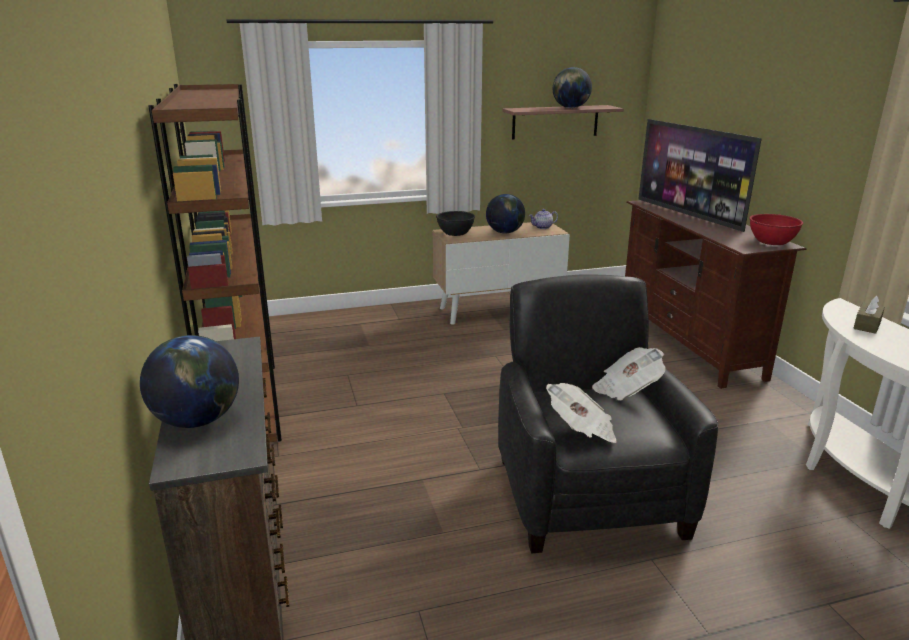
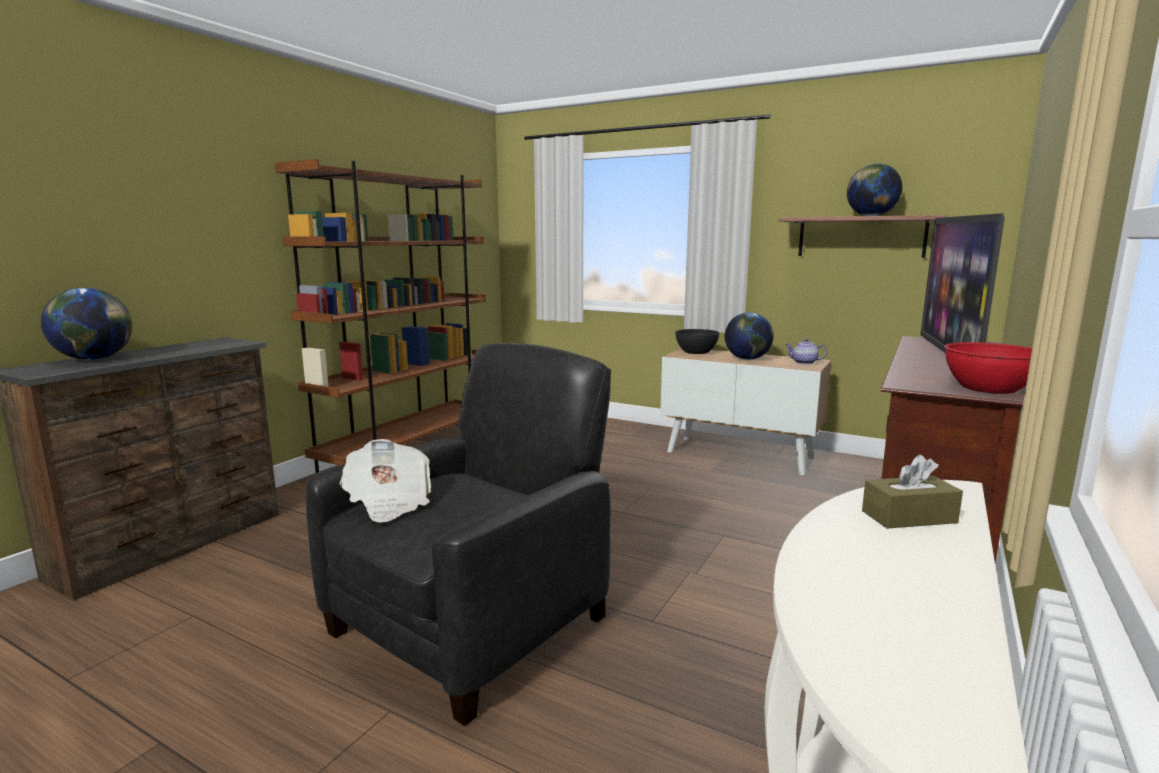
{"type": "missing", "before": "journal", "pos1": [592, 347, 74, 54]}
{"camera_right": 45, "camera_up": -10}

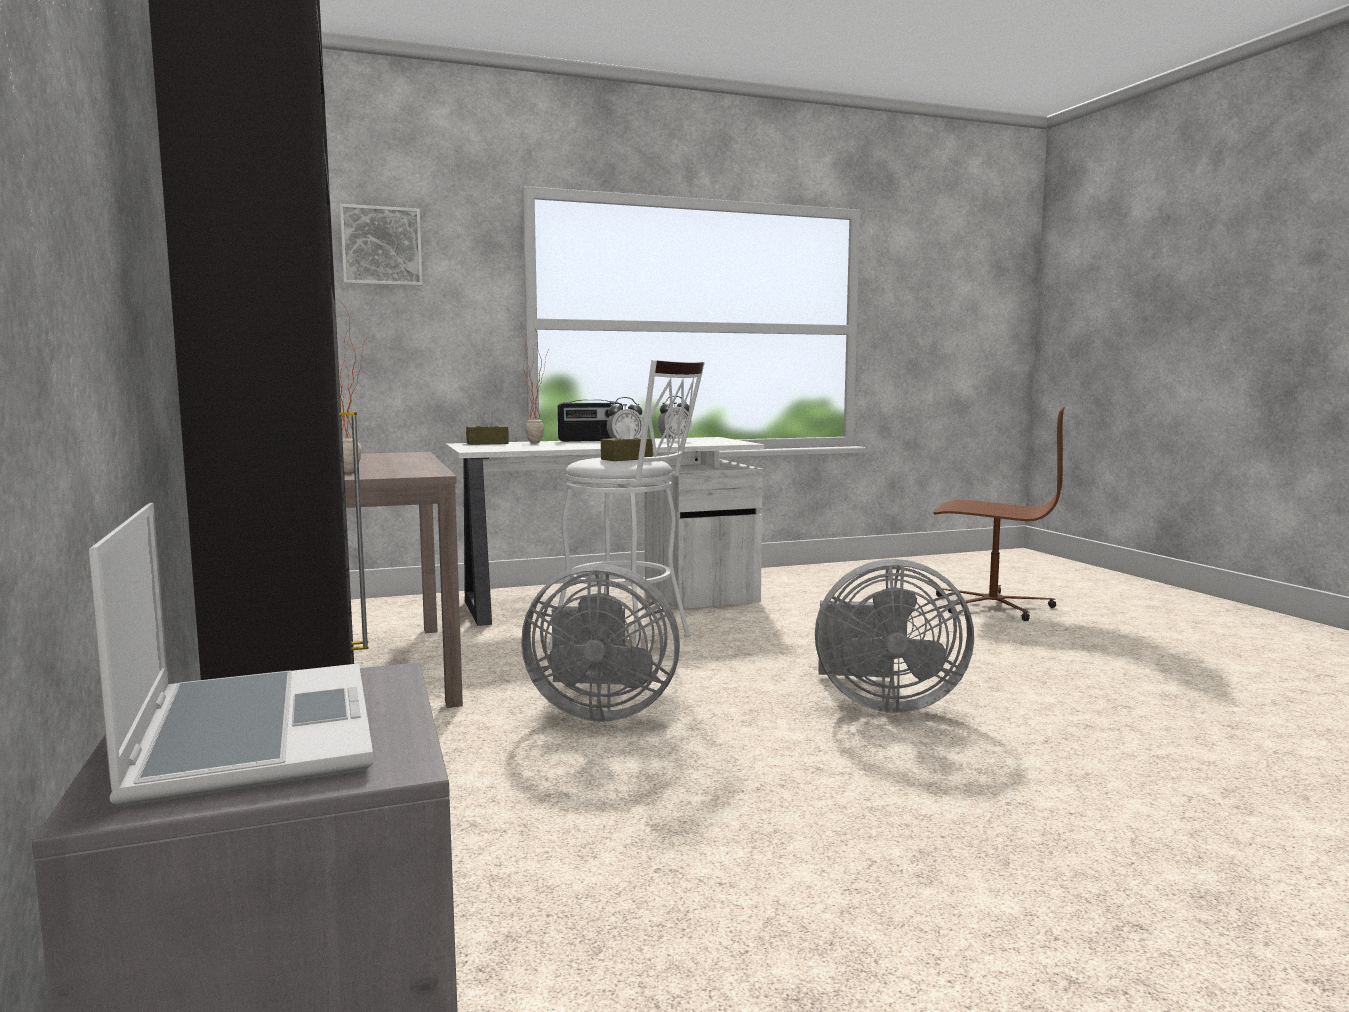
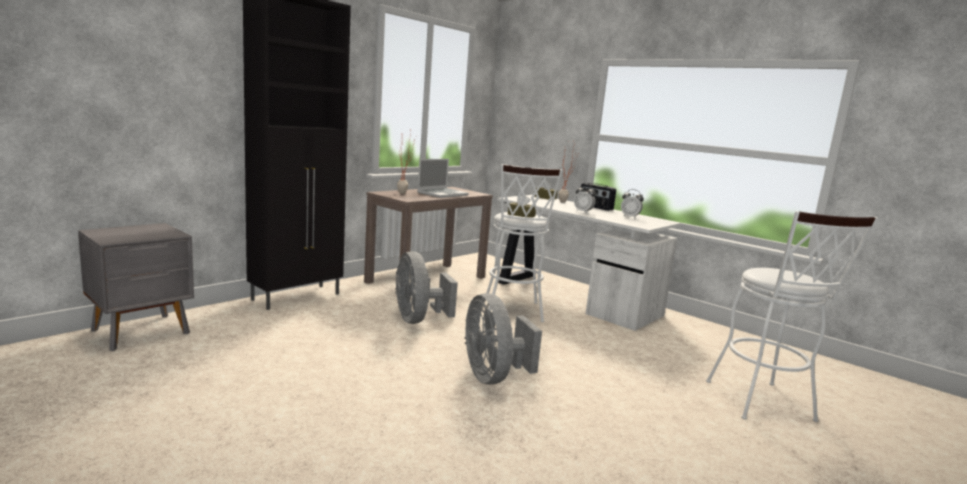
{"type": "relocated", "before": "ordinateur portable", "pos1": [89, 503, 284, 303], "pos2": [417, 159, 52, 39]}
{"type": "missing", "before": "tableau", "pos1": [340, 204, 83, 82]}
{"type": "exchanged", "before": "chaise de bureau (marron)", "after": "tabouret (blanc)", "pos1": [934, 406, 132, 215], "pos2": [706, 211, 172, 211]}
{"camera_right": 60, "camera_up": 5}

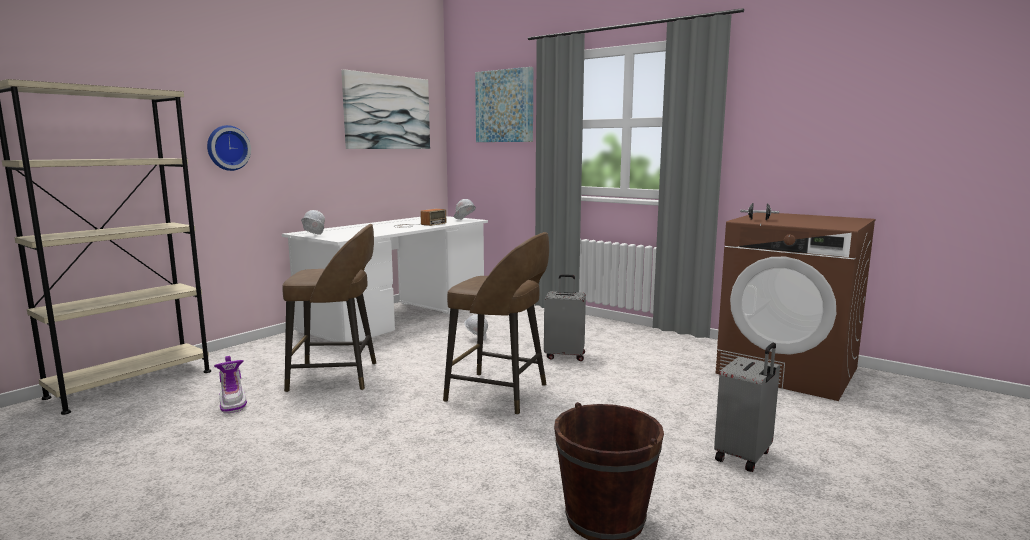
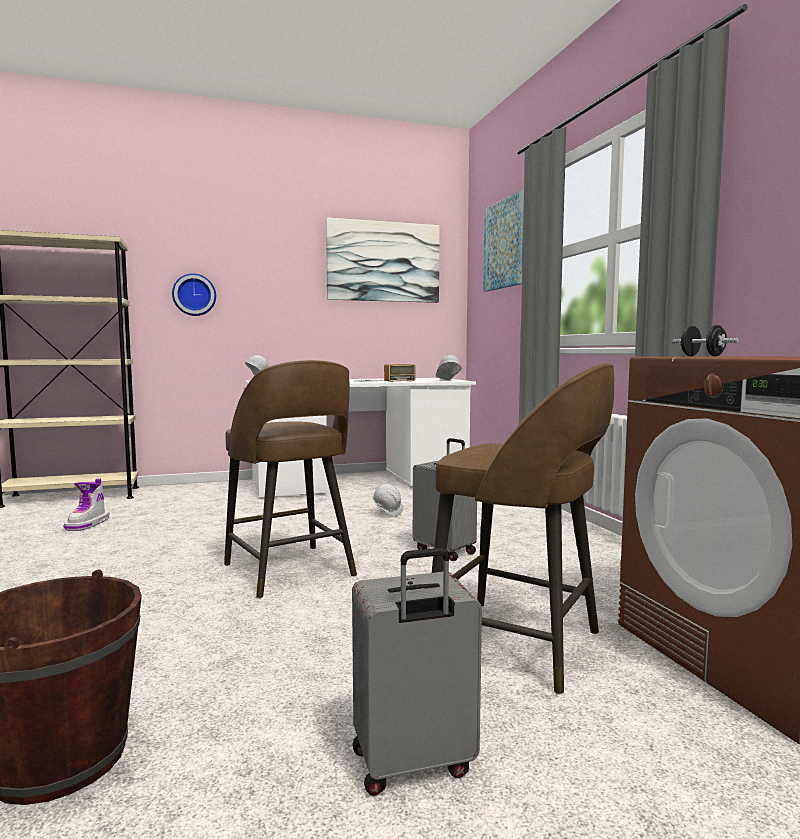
{"type": "relocated", "before": "tabouret (marron)", "pos1": [282, 224, 94, 168], "pos2": [432, 363, 182, 331]}
{"camera_right": 35, "camera_up": -5}

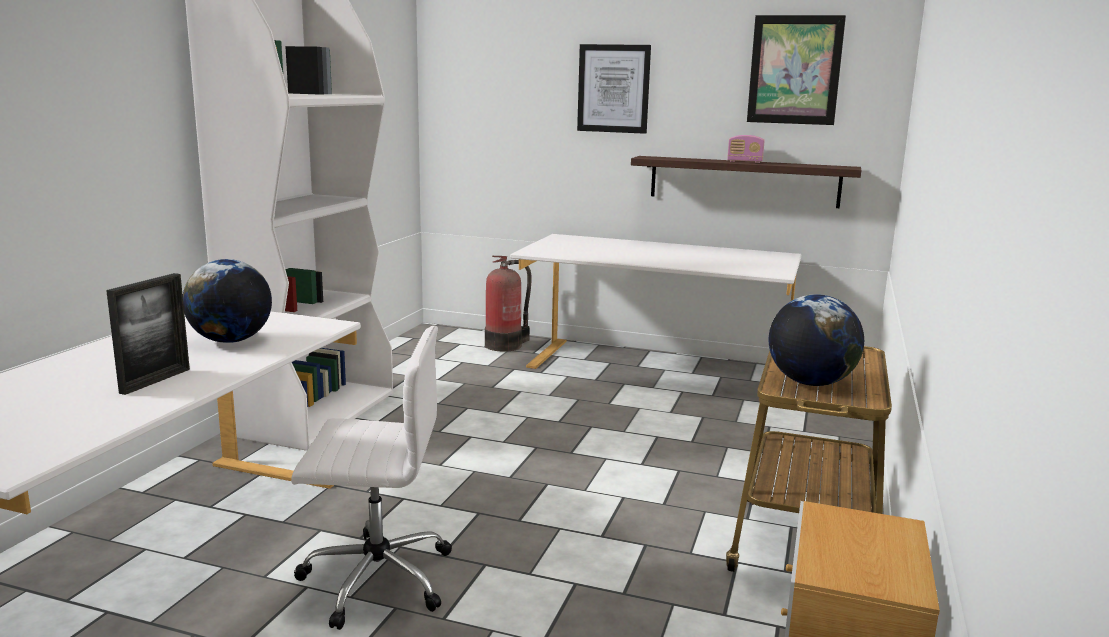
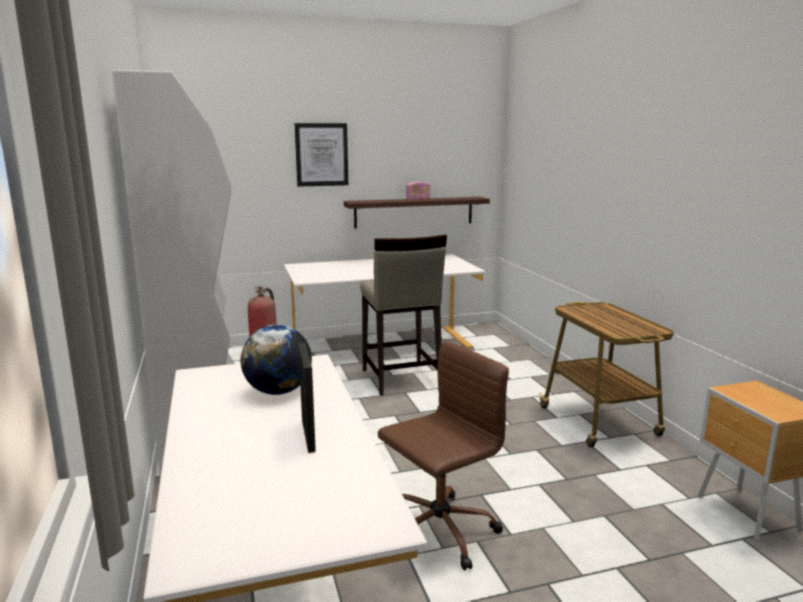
{"type": "colour", "before": "chaise de bureau (blanc)", "after": "chaise de bureau (marron)", "pos1": [291, 326, 161, 304], "pos2": [378, 341, 131, 229]}
{"type": "missing", "before": "tableau", "pos1": [747, 15, 99, 110]}
{"type": "missing", "before": "globe", "pos1": [769, 294, 95, 92]}
{"type": "appeared", "after": "tabouret (beige)", "pos2": [360, 235, 87, 161]}
{"camera_right": -35, "camera_up": 0}

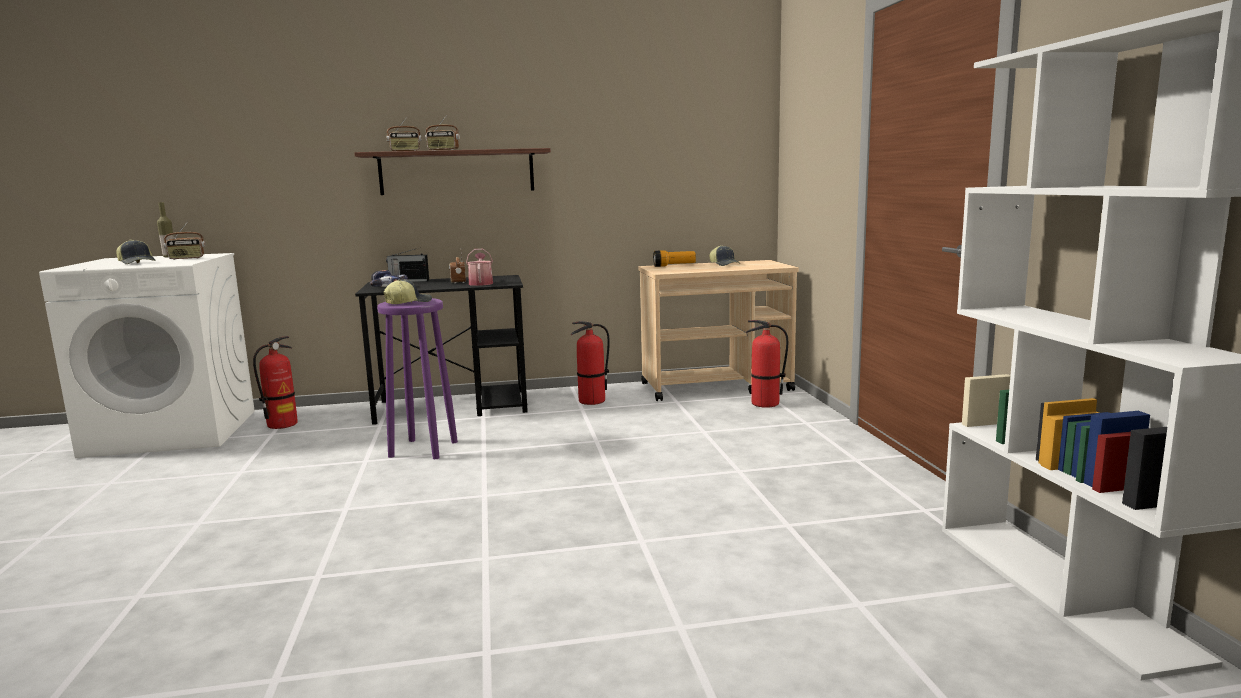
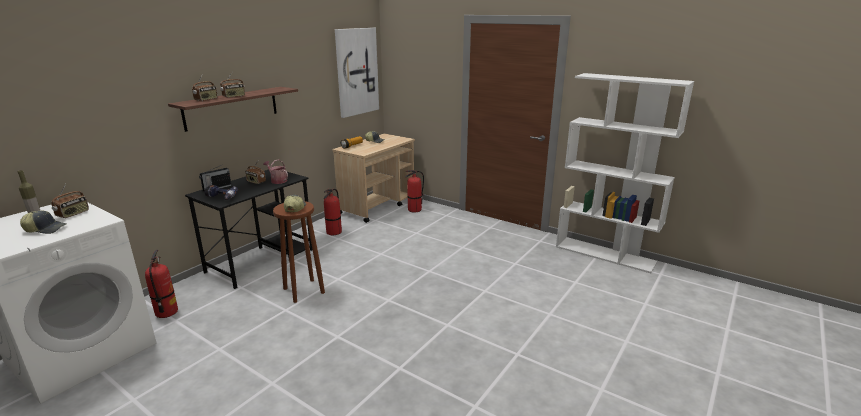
{"type": "colour", "before": "tabouret (violet)", "after": "tabouret (marron)", "pos1": [377, 298, 81, 161], "pos2": [273, 201, 52, 102]}
{"type": "appeared", "after": "tableau", "pos2": [335, 28, 44, 90]}
{"camera_right": -45, "camera_up": 10}

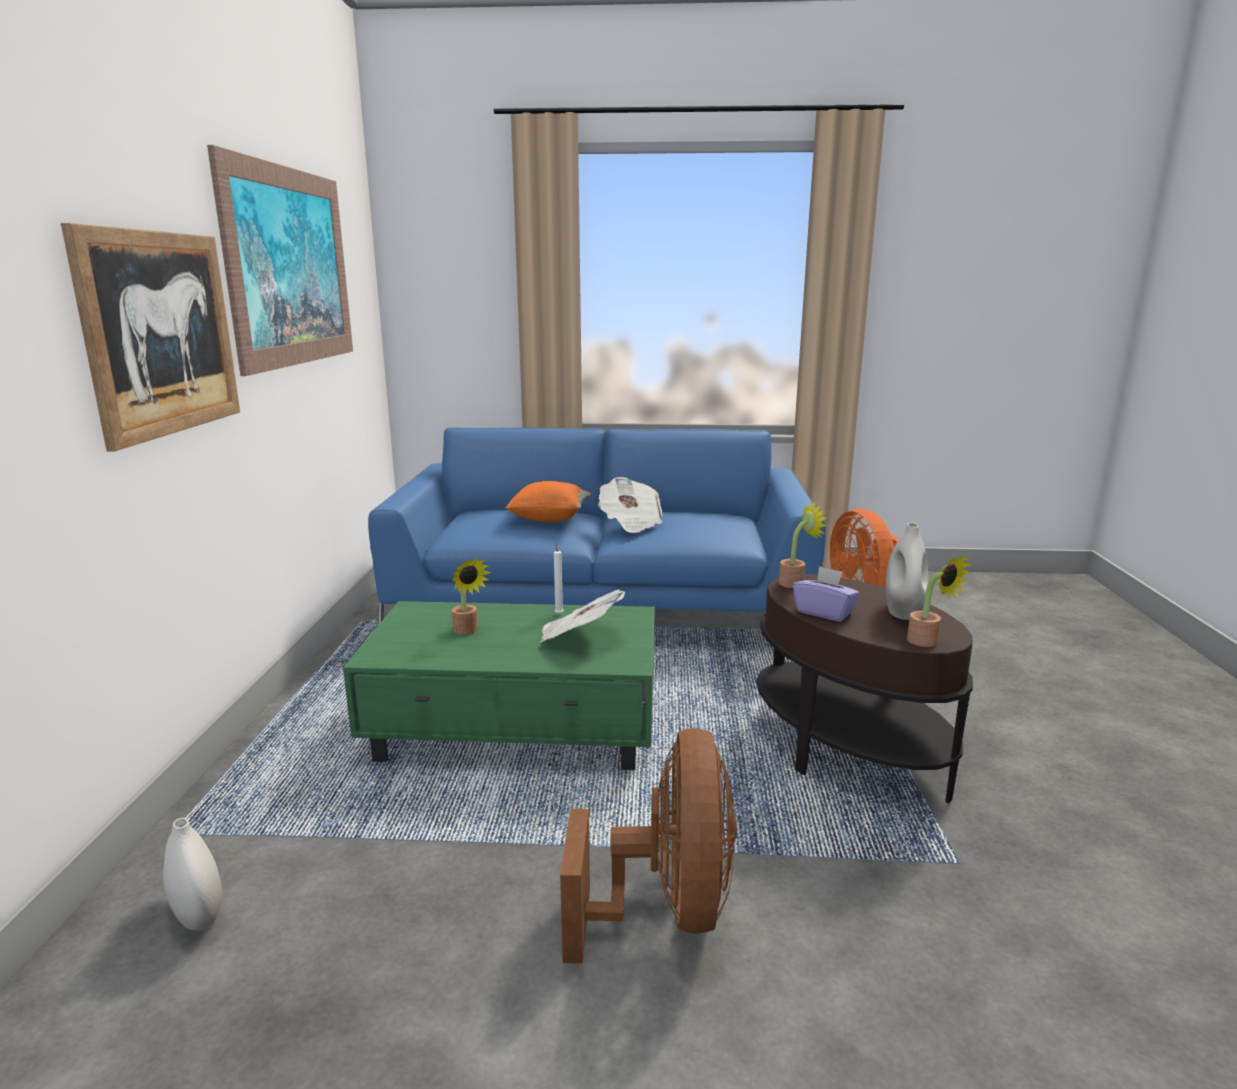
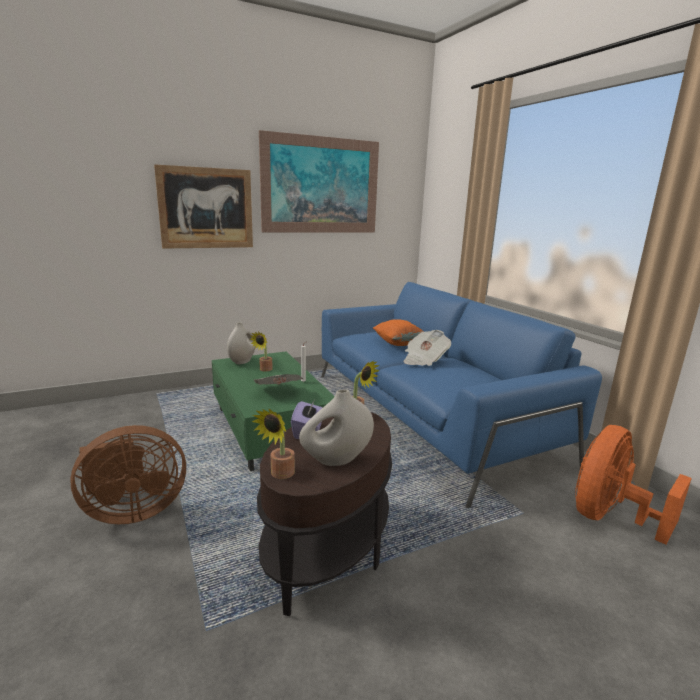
{"type": "relocated", "before": "vase (blanc)", "pos1": [163, 818, 59, 112], "pos2": [227, 322, 29, 42]}
{"camera_right": 60, "camera_up": 0}

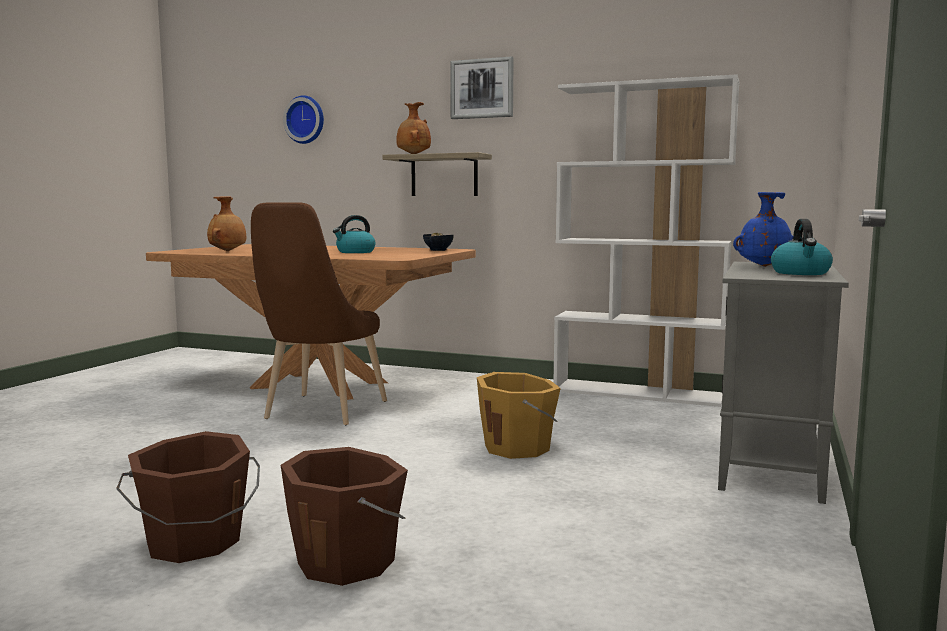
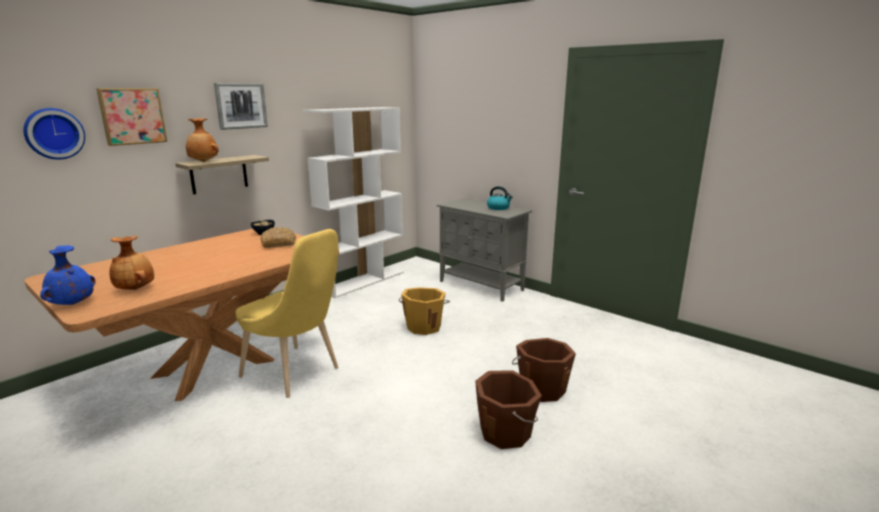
{"type": "colour", "before": "chaise (marron)", "after": "chaise (jaune)", "pos1": [251, 202, 136, 223], "pos2": [236, 229, 102, 169]}
{"type": "missing", "before": "bouilloire", "pos1": [333, 215, 42, 38]}
{"type": "relocated", "before": "vase (bleu)", "pos1": [733, 192, 60, 75], "pos2": [40, 245, 55, 60]}
{"type": "appeared", "after": "tableau", "pos2": [96, 88, 71, 58]}
{"type": "appeared", "after": "pain", "pos2": [261, 227, 35, 21]}
{"camera_right": -70, "camera_up": 10}

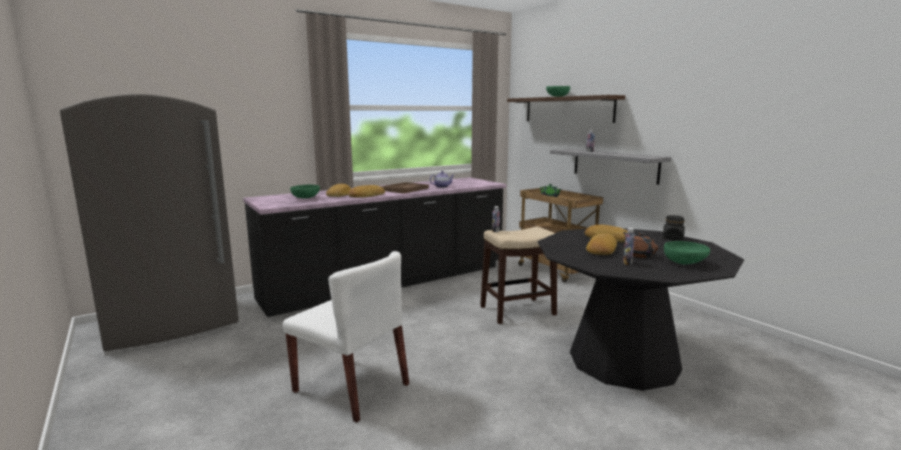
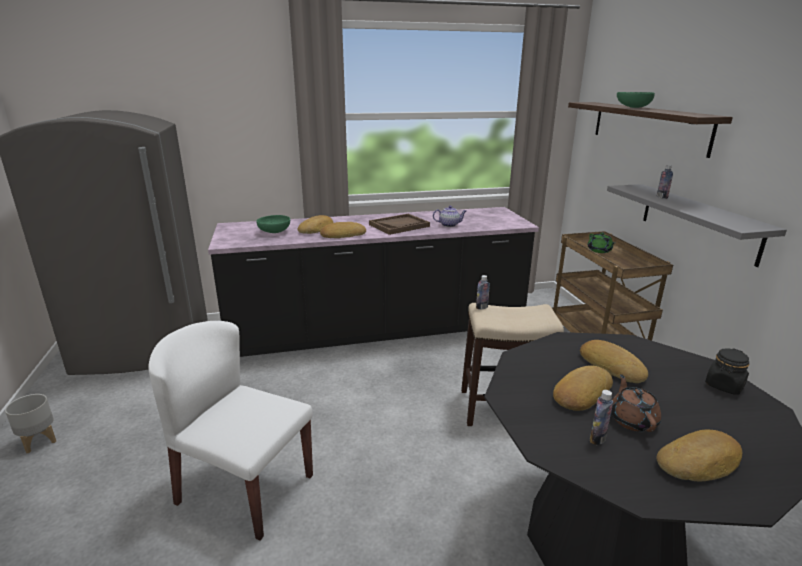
{"type": "spun", "before": "chaise (blanc)", "pos1": [283, 251, 126, 172], "pos2": [148, 321, 165, 219], "turn": 150}
{"type": "exchanged", "before": "bol (vert)", "after": "pain", "pos1": [664, 241, 46, 24], "pos2": [657, 429, 85, 53]}
{"type": "appeared", "after": "cache-pot (gris)", "pos2": [5, 394, 51, 59]}
{"camera_right": 20, "camera_up": 10}

